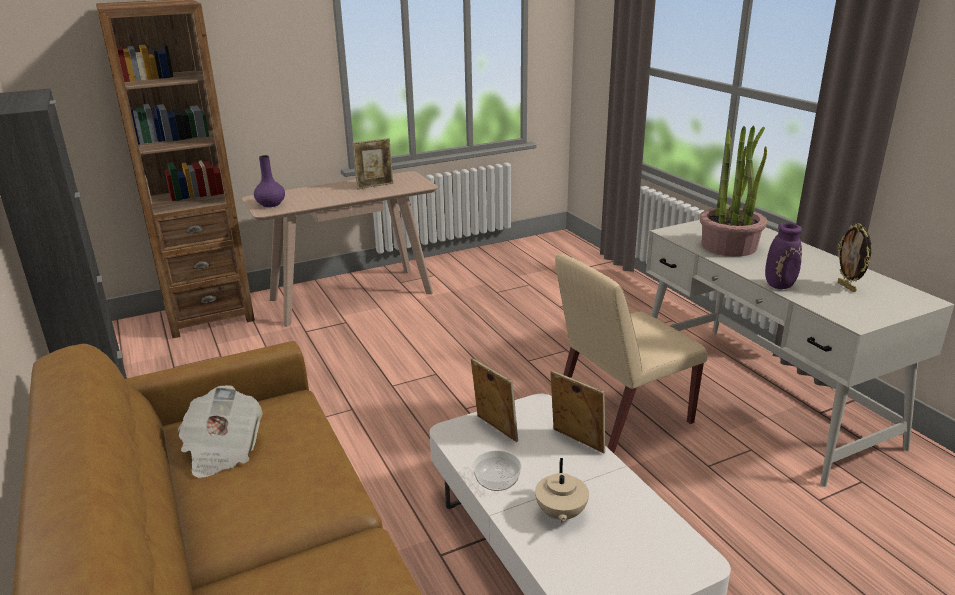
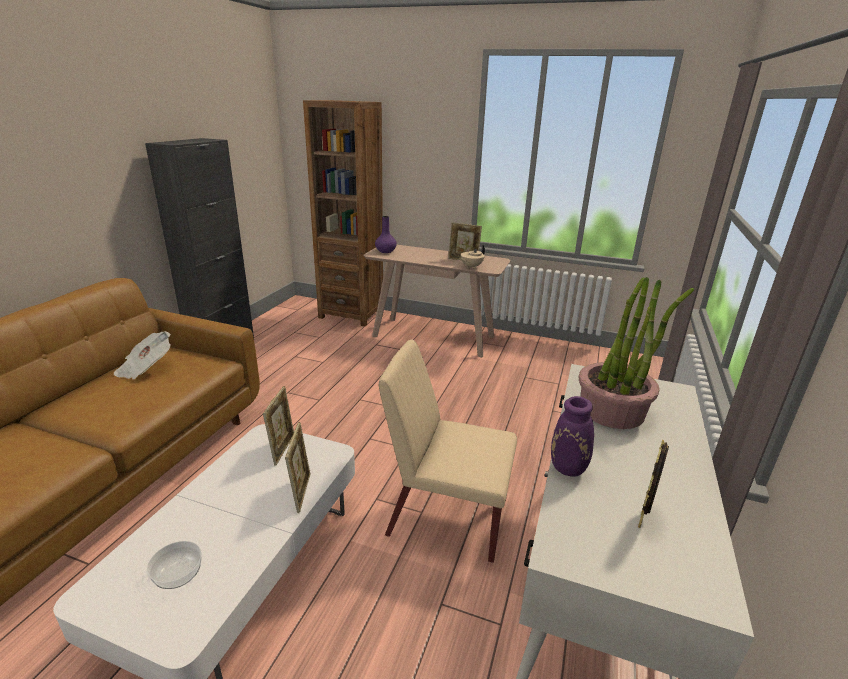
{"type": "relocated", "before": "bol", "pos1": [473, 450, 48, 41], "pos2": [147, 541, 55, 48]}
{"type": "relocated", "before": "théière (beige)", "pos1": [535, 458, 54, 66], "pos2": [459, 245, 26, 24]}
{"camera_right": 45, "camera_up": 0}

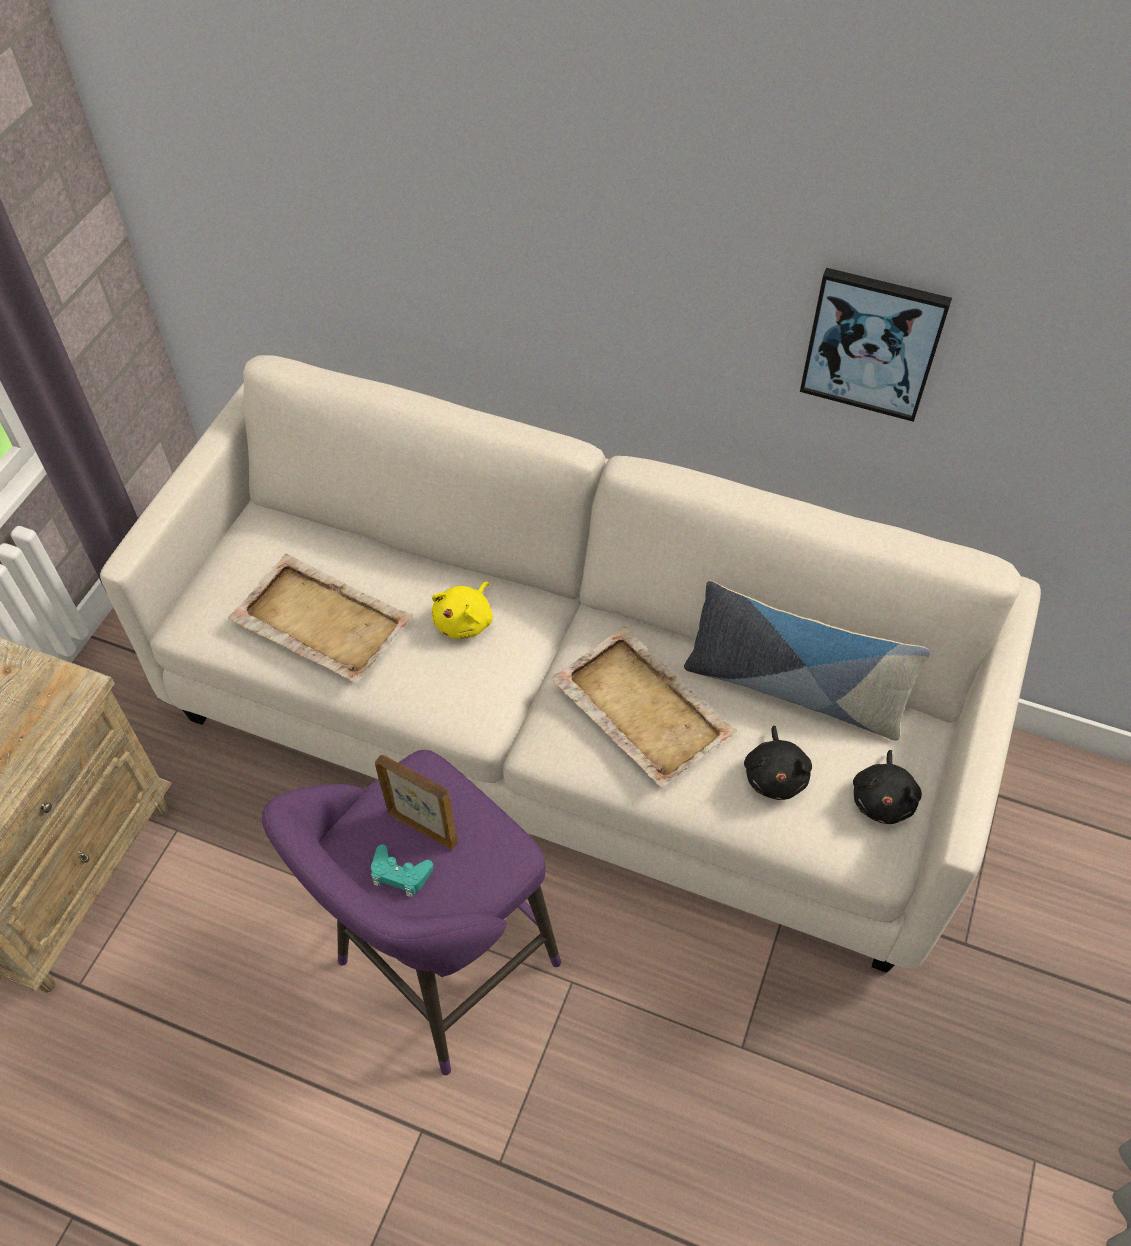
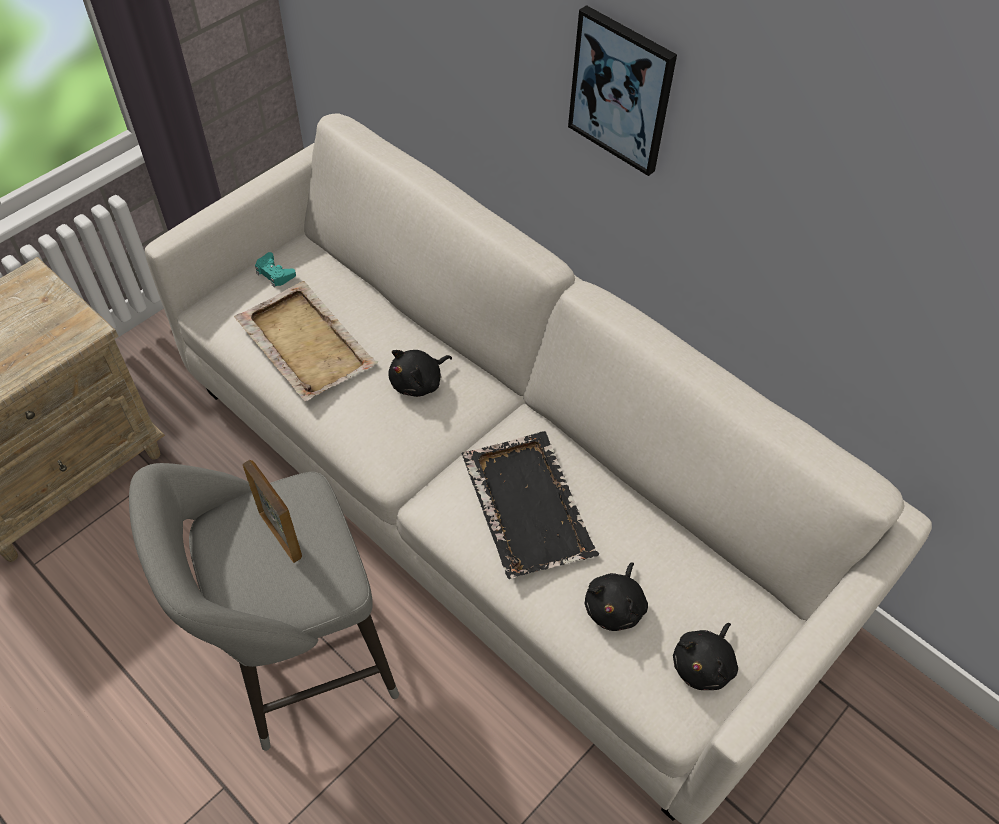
{"type": "colour", "before": "tabouret (violet)", "after": "tabouret (gris)", "pos1": [262, 750, 299, 325], "pos2": [129, 463, 270, 288]}
{"type": "relocated", "before": "manette (turquoise)", "pos1": [371, 844, 63, 53], "pos2": [255, 252, 41, 35]}
{"type": "colour", "before": "peluche (jaune)", "after": "peluche (noir)", "pos1": [431, 581, 62, 58], "pos2": [388, 350, 64, 47]}
{"type": "colour", "before": "plateau (beige)", "after": "plateau (noir)", "pos1": [551, 626, 186, 161], "pos2": [461, 431, 138, 148]}
{"type": "missing", "before": "coussin", "pos1": [684, 581, 246, 160]}
{"type": "relocated", "before": "tableau", "pos1": [800, 268, 152, 154], "pos2": [568, 5, 109, 171]}
{"camera_right": 20, "camera_up": 0}

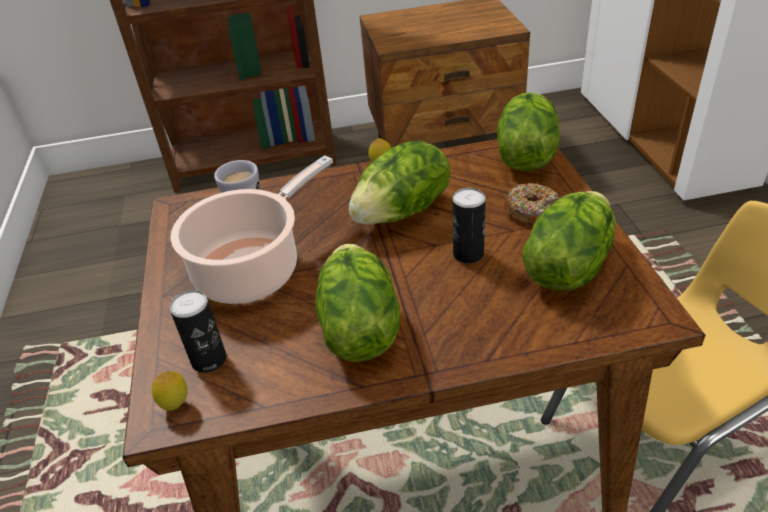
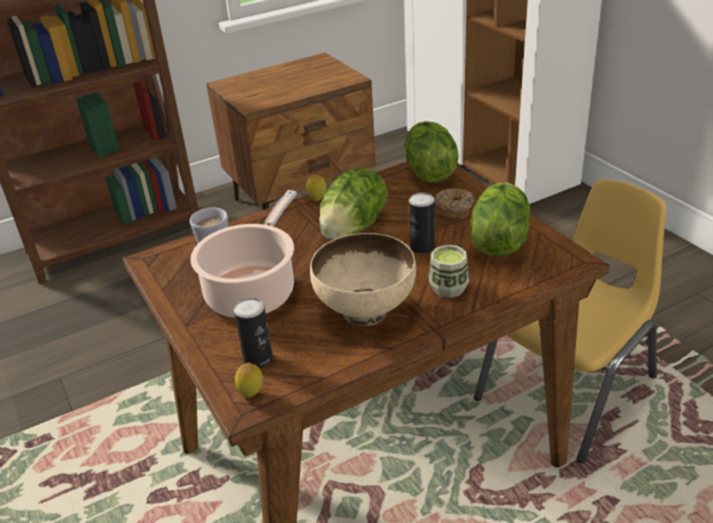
{"type": "exchanged", "before": "laitue", "after": "bol (beige)", "pos1": [315, 244, 85, 118], "pos2": [310, 233, 106, 93]}
{"type": "appeared", "after": "tasse", "pos2": [429, 245, 40, 53]}
{"camera_right": -20, "camera_up": -5}

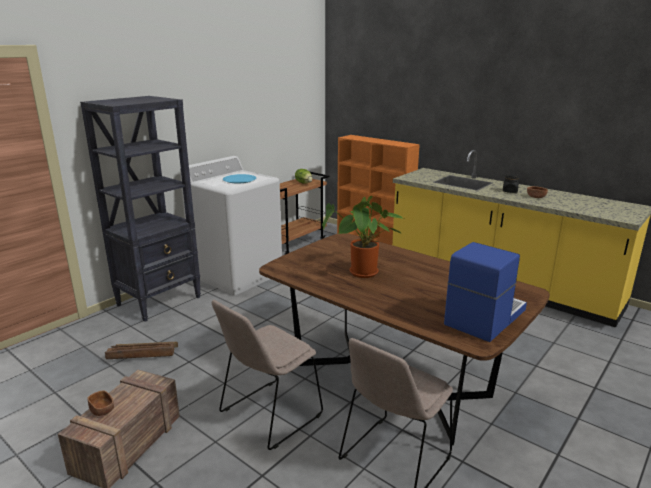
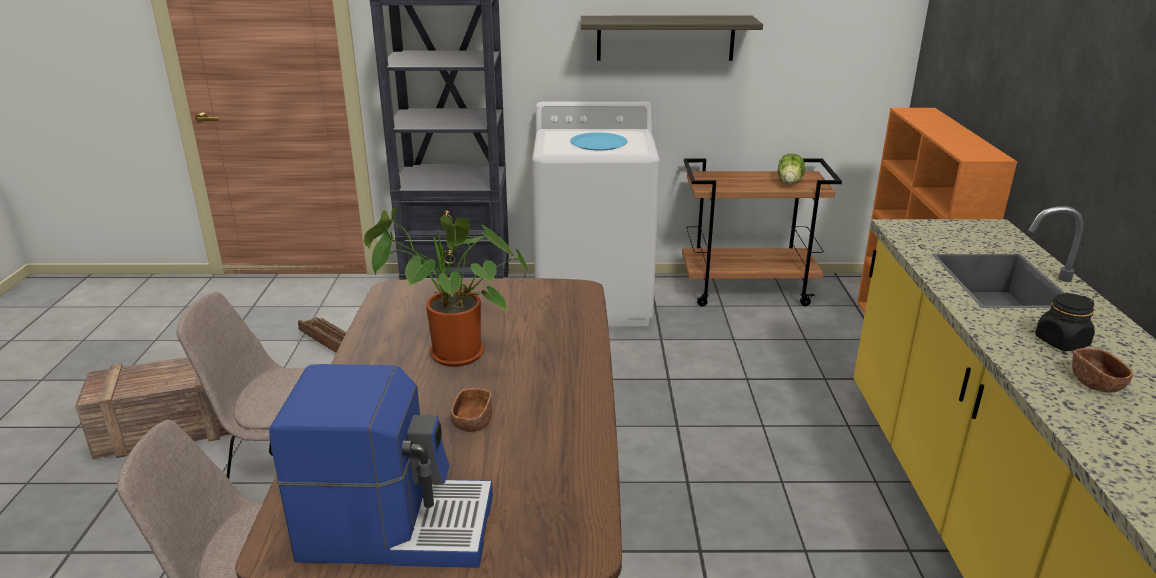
{"type": "relocated", "before": "bol (marron)", "pos1": [87, 390, 27, 26], "pos2": [451, 388, 41, 44]}
{"type": "appeared", "after": "étagère", "pos2": [581, 16, 182, 45]}
{"camera_right": 50, "camera_up": 5}

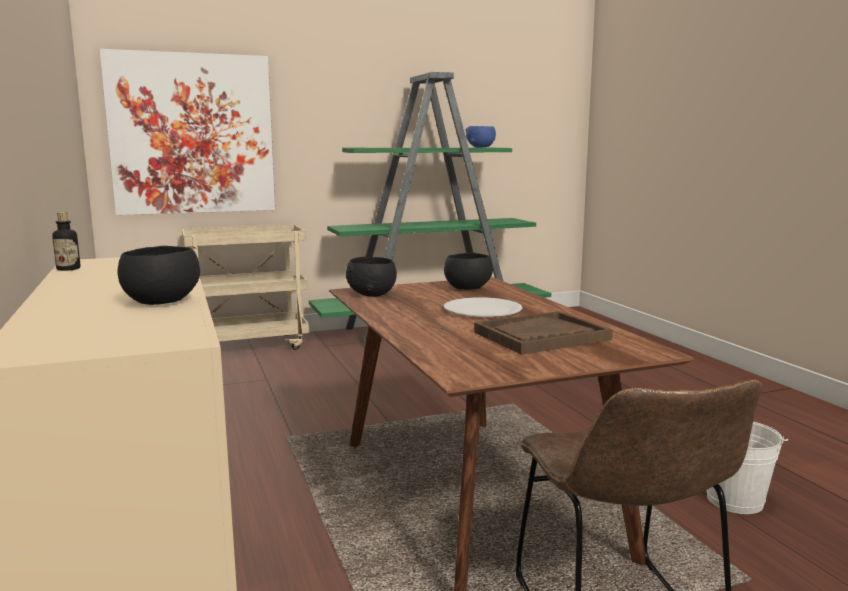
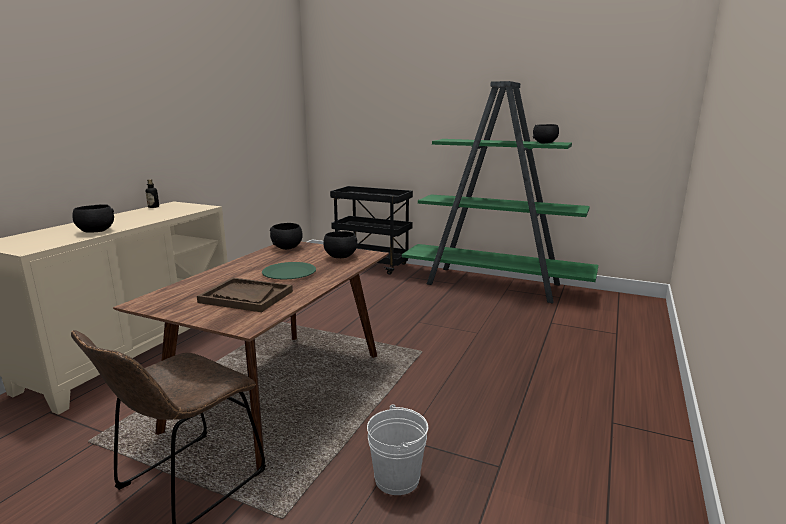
{"type": "missing", "before": "tableau", "pos1": [99, 49, 176, 166]}
{"type": "colour", "before": "chariot (beige)", "after": "chariot (noir)", "pos1": [182, 224, 127, 126], "pos2": [330, 186, 83, 89]}
{"type": "colour", "before": "assiette (blanc)", "after": "assiette (vert)", "pos1": [444, 297, 78, 20], "pos2": [262, 262, 54, 18]}
{"type": "colour", "before": "bol (bleu)", "after": "bol (noir)", "pos1": [465, 126, 31, 22], "pos2": [533, 124, 26, 19]}
{"camera_right": 45, "camera_up": 5}

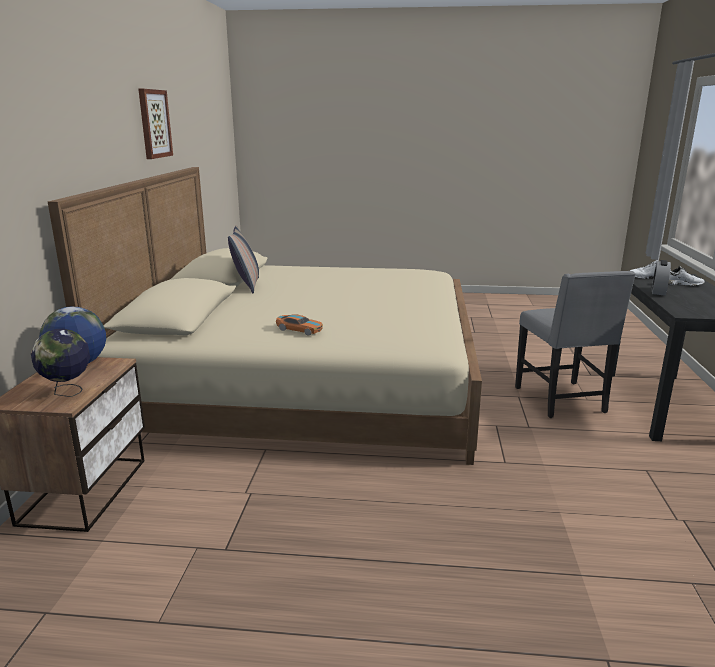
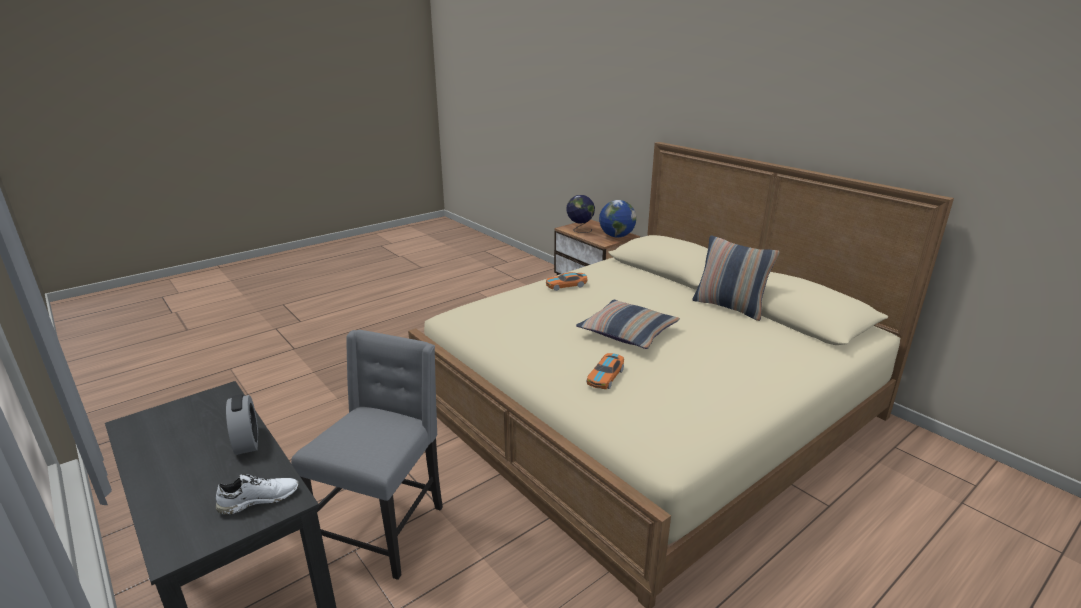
{"type": "missing", "before": "tableau", "pos1": [138, 89, 35, 70]}
{"type": "spun", "before": "chaise (gris)", "pos1": [515, 271, 121, 147], "pos2": [291, 330, 152, 250], "turn": 75}
{"type": "missing", "before": "chaussure (blanc)", "pos1": [668, 266, 37, 20]}
{"type": "appeared", "after": "coussin", "pos2": [576, 300, 104, 49]}
{"type": "appeared", "after": "petite voiture", "pos2": [587, 353, 37, 36]}
{"camera_right": 135, "camera_up": 5}

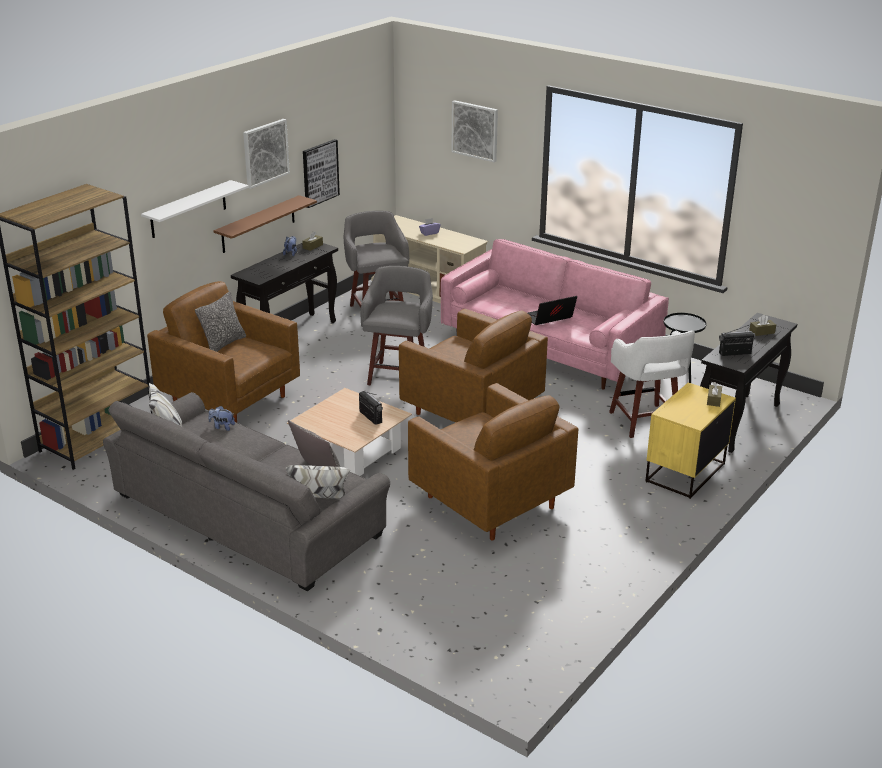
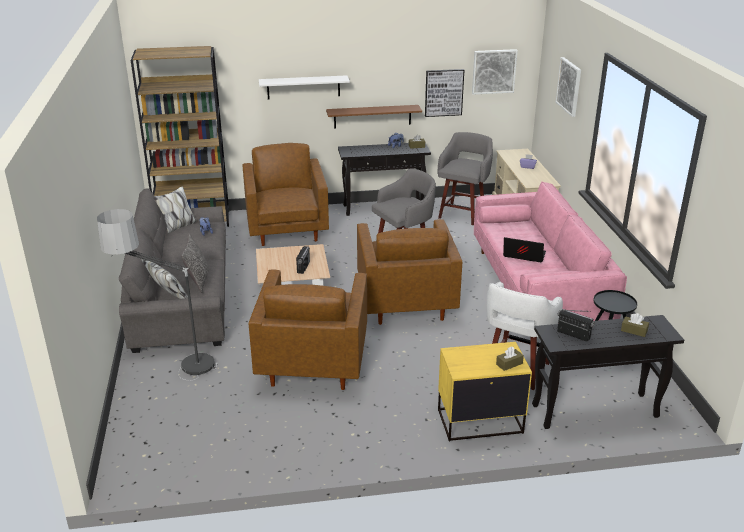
{"type": "missing", "before": "coussin", "pos1": [195, 291, 51, 61]}
{"type": "relocated", "before": "tableau", "pos1": [243, 119, 47, 70], "pos2": [472, 49, 46, 46]}
{"type": "appeared", "after": "lampadaire", "pos2": [97, 209, 121, 172]}
{"camera_right": 45, "camera_up": 0}

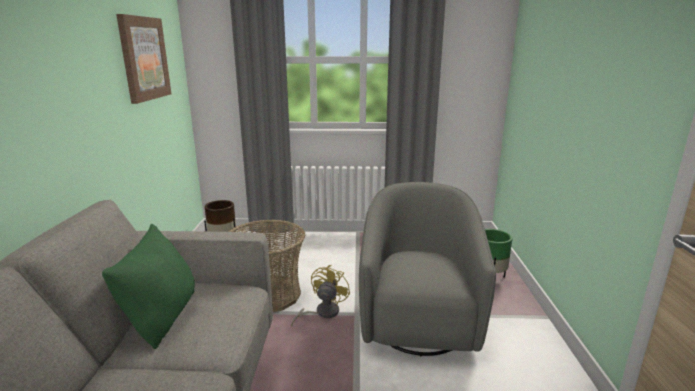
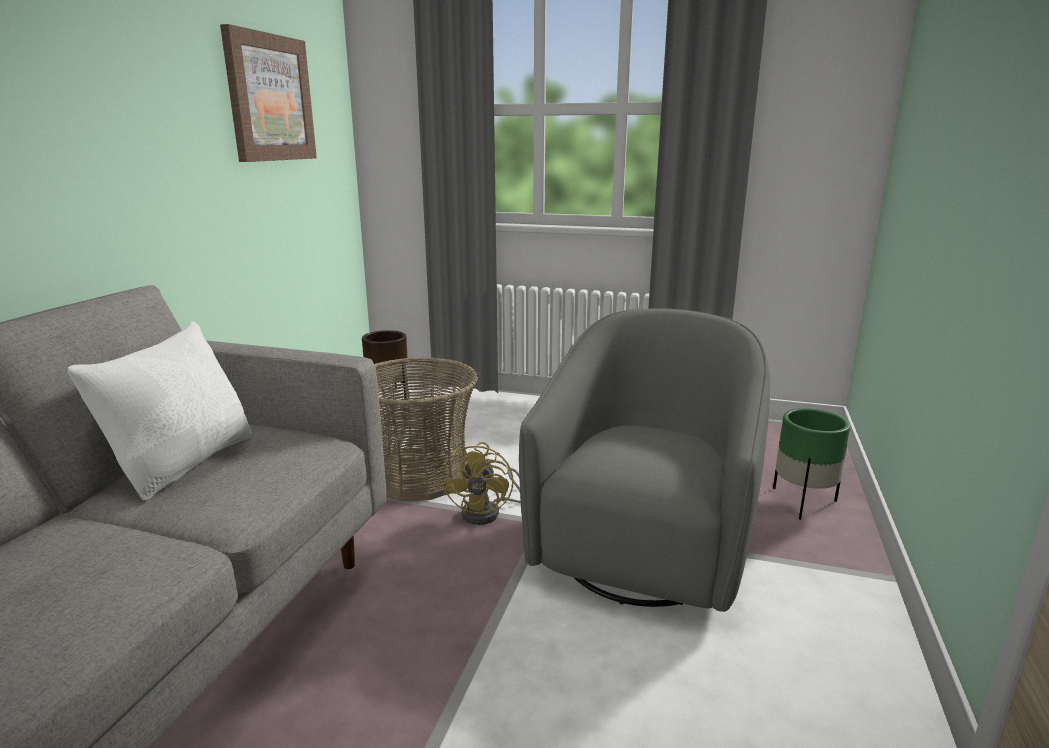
{"type": "colour", "before": "coussin (vert)", "after": "coussin (blanc)", "pos1": [102, 224, 93, 125], "pos2": [67, 321, 185, 180]}
{"type": "spun", "before": "ventilateur (jaune)", "pos1": [291, 265, 59, 62], "pos2": [442, 442, 79, 83], "turn": 150}
{"camera_right": 15, "camera_up": 0}

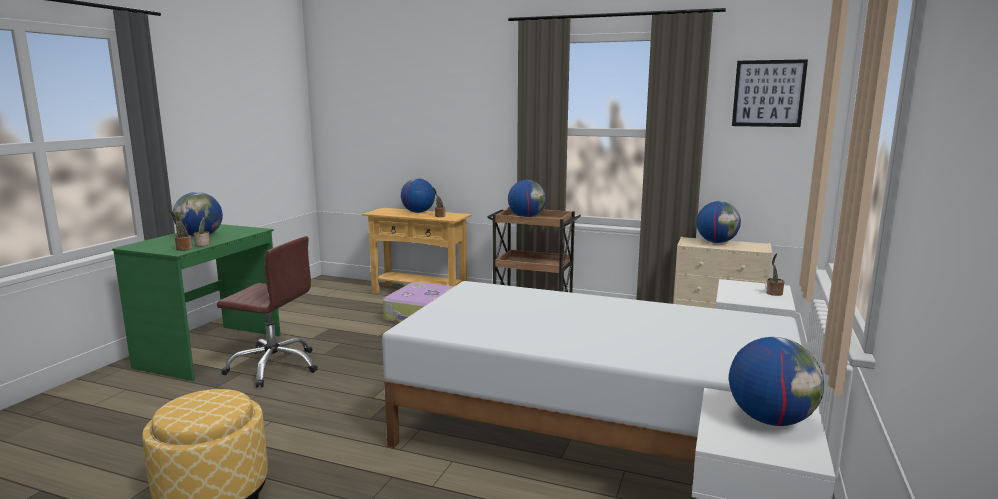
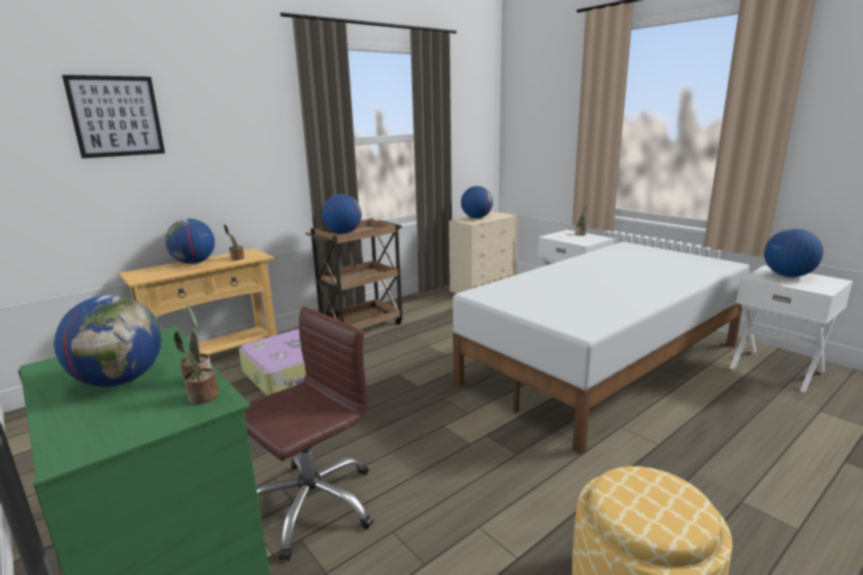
{"type": "relocated", "before": "tableau", "pos1": [732, 59, 76, 68], "pos2": [62, 75, 103, 83]}
{"camera_right": -60, "camera_up": 5}

